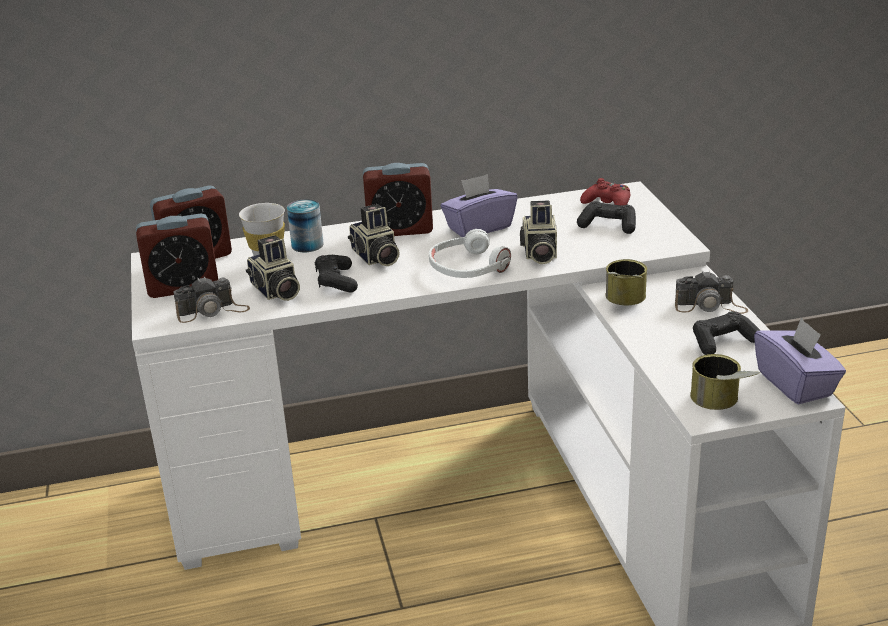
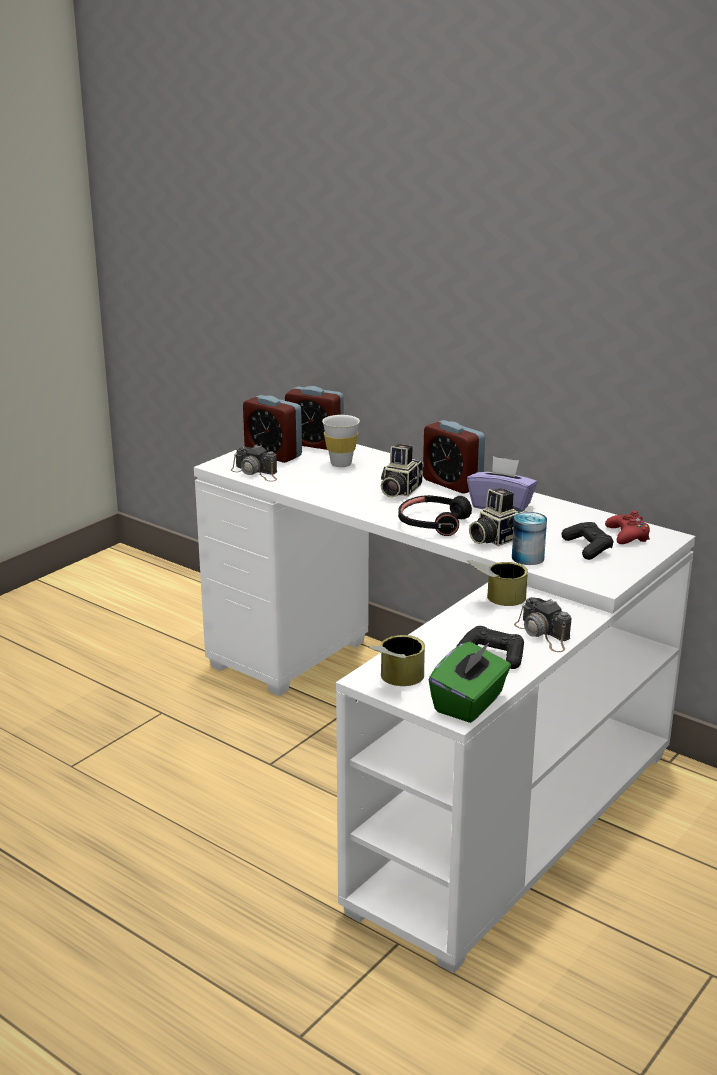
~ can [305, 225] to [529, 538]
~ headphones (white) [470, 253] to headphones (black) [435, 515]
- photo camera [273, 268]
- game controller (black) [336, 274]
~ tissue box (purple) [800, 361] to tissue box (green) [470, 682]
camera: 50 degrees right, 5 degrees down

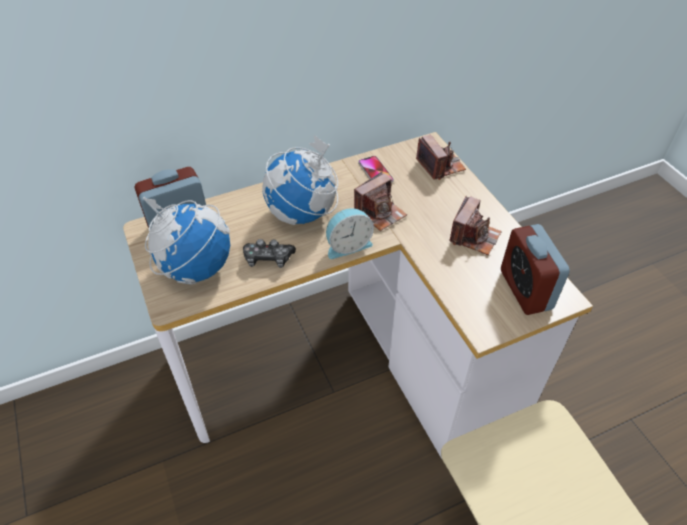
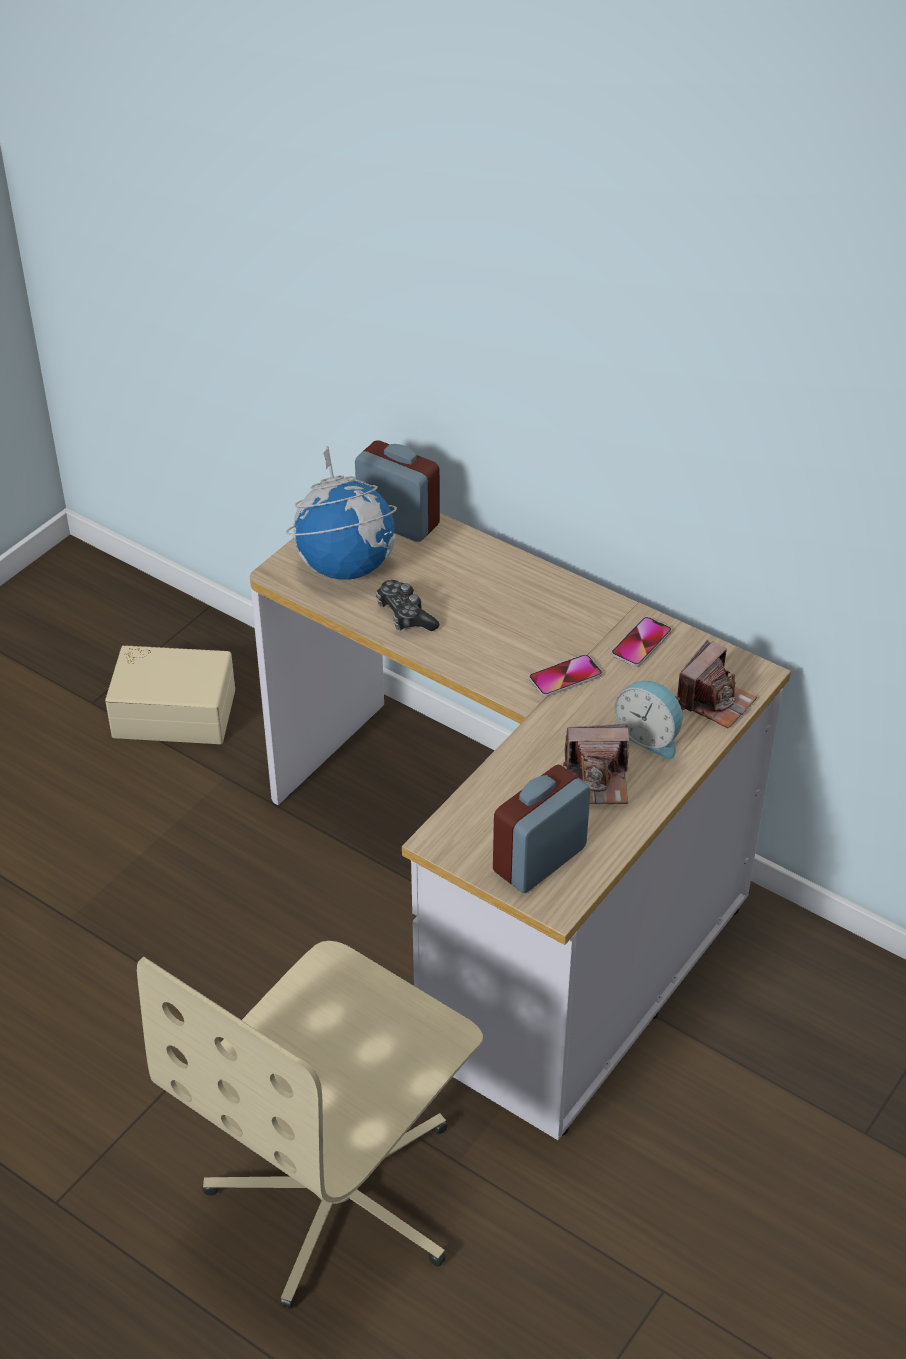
- globe [300, 180]
~ photo camera [380, 201] to phone [565, 675]
~ alarm clock [350, 233] to [648, 720]
+ storage box (beige) [170, 694]
camera: 60 degrees right, 5 degrees down

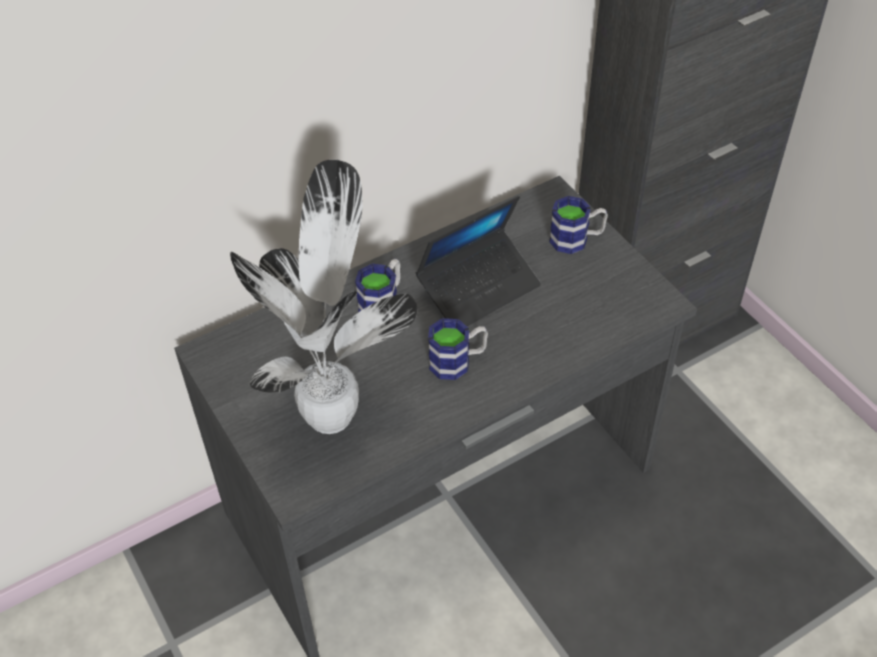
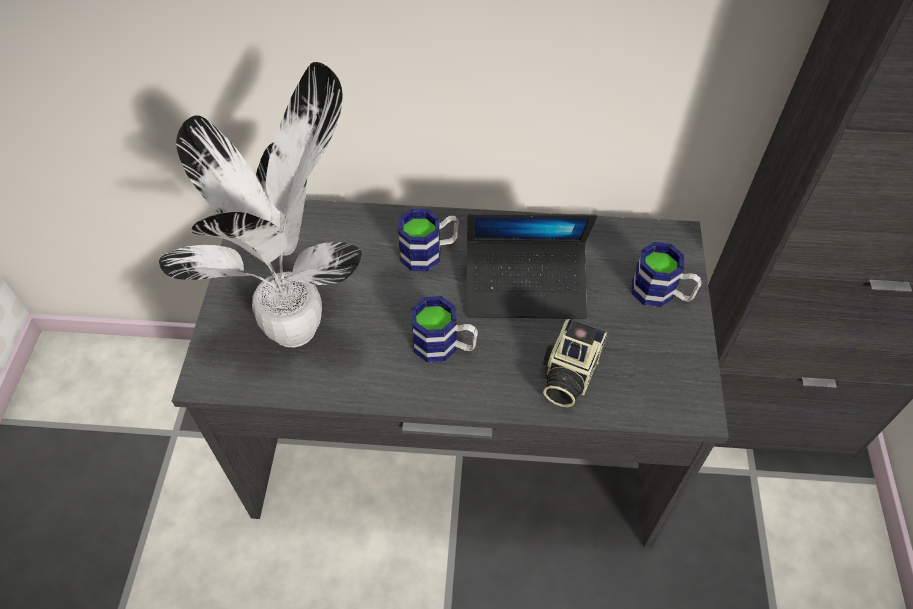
+ photo camera [574, 363]
camera: 35 degrees right, 5 degrees up

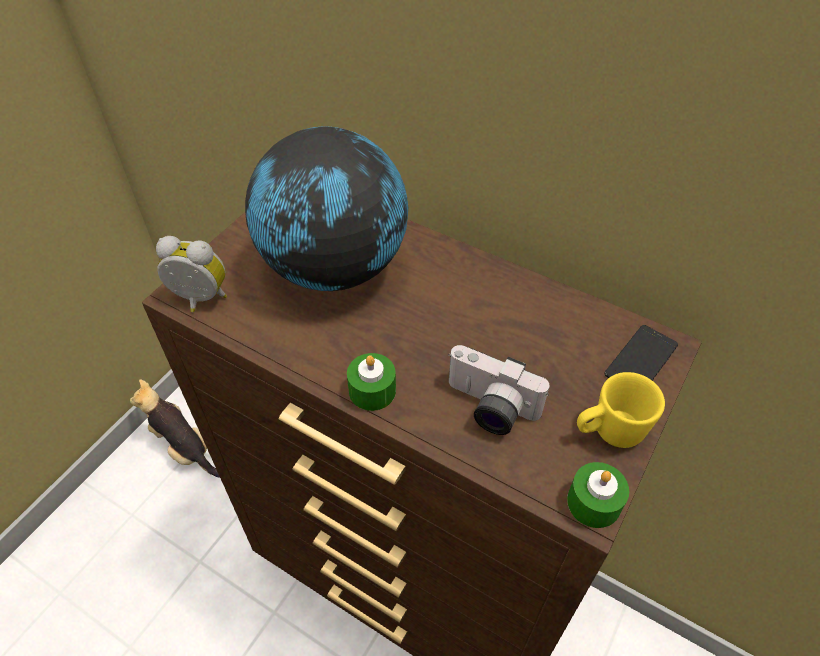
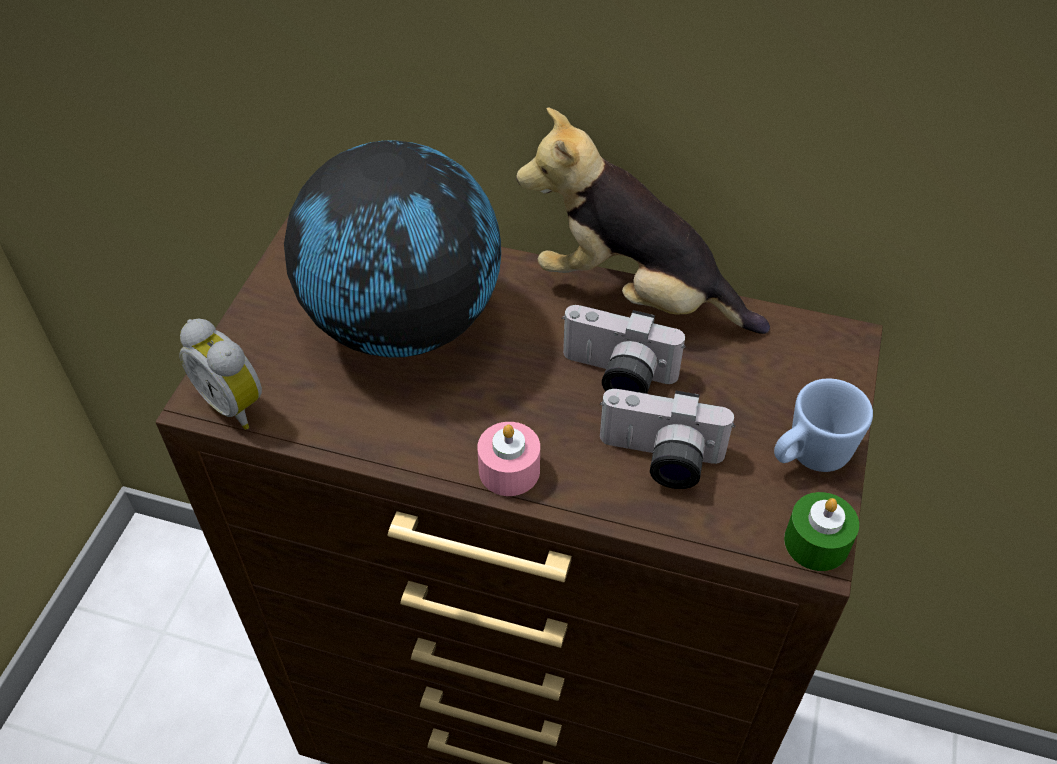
~ alarm clock [191, 274] = [220, 374] 135 degrees counterclockwise
- phone [641, 352]
~ candle (green) [371, 382] to candle (pink) [508, 459]
~ mug (yellow) [621, 410] to mug (blue) [823, 425]
~ plush toy [175, 428] to [643, 220]
+ photo camera [624, 349]
camera: 15 degrees left, 0 degrees up

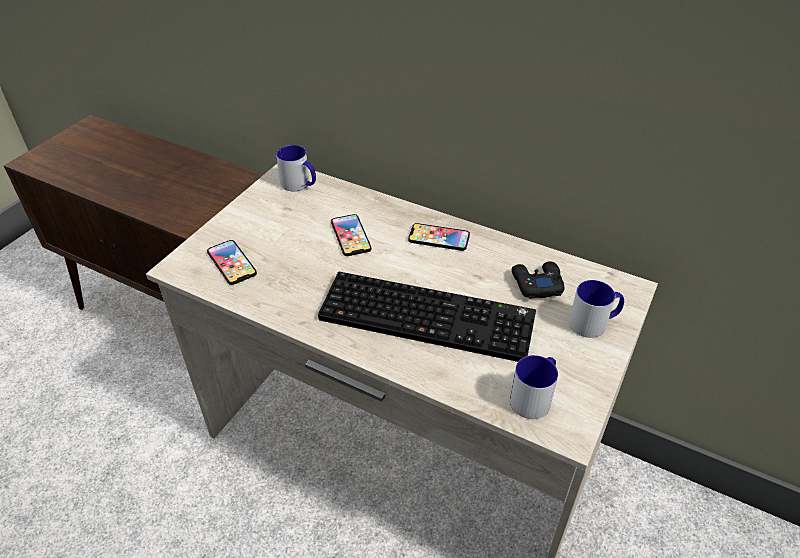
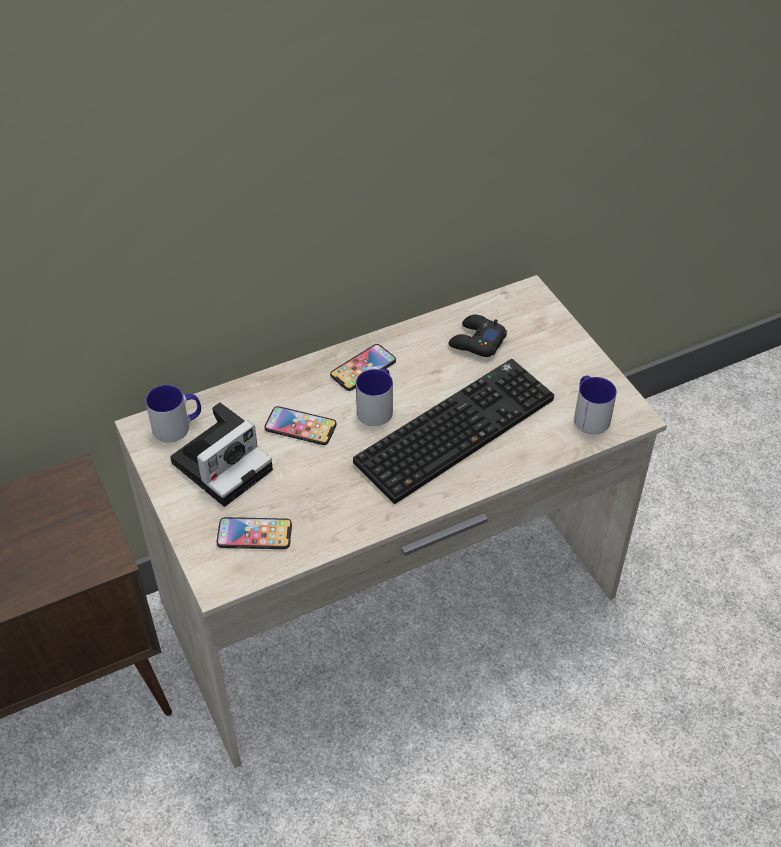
~ mug [596, 309] to [374, 397]
+ photo camera [221, 454]
camera: 55 degrees left, 5 degrees up

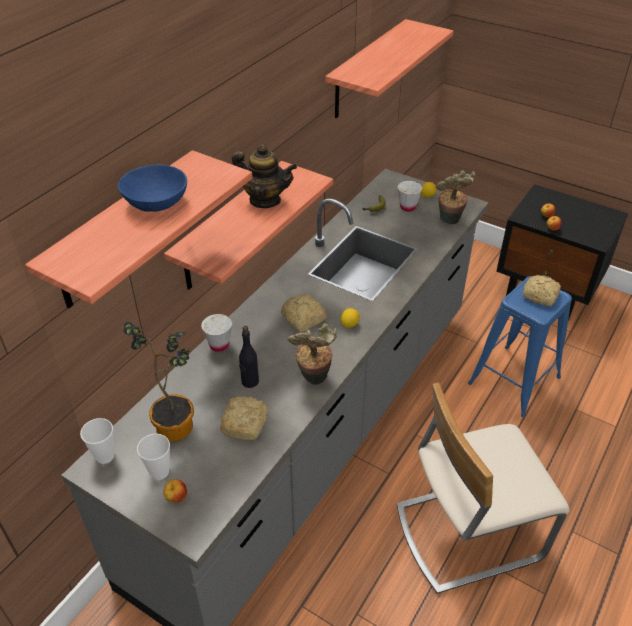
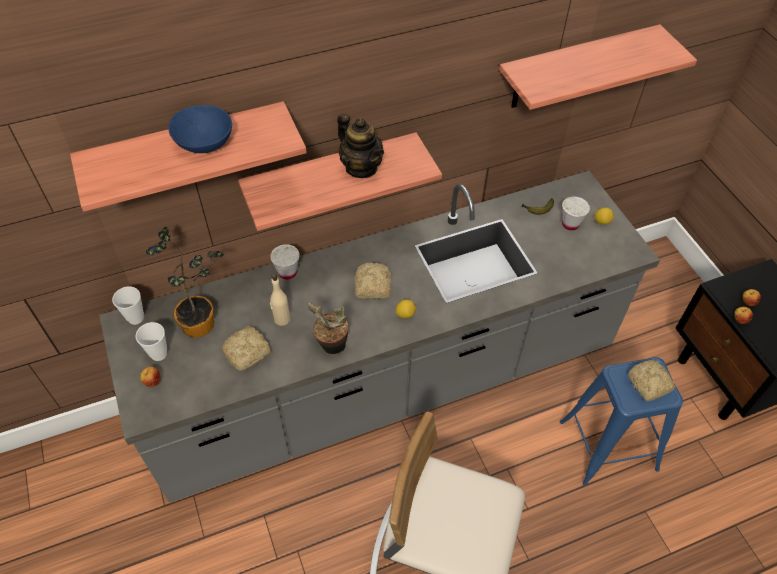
- potted plant [455, 197]
~ bottle (black) [249, 357] to bottle (beige) [280, 300]
camera: 35 degrees right, 10 degrees up

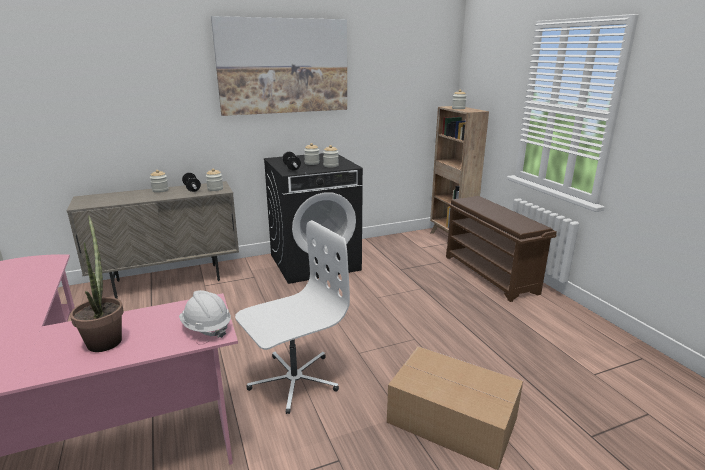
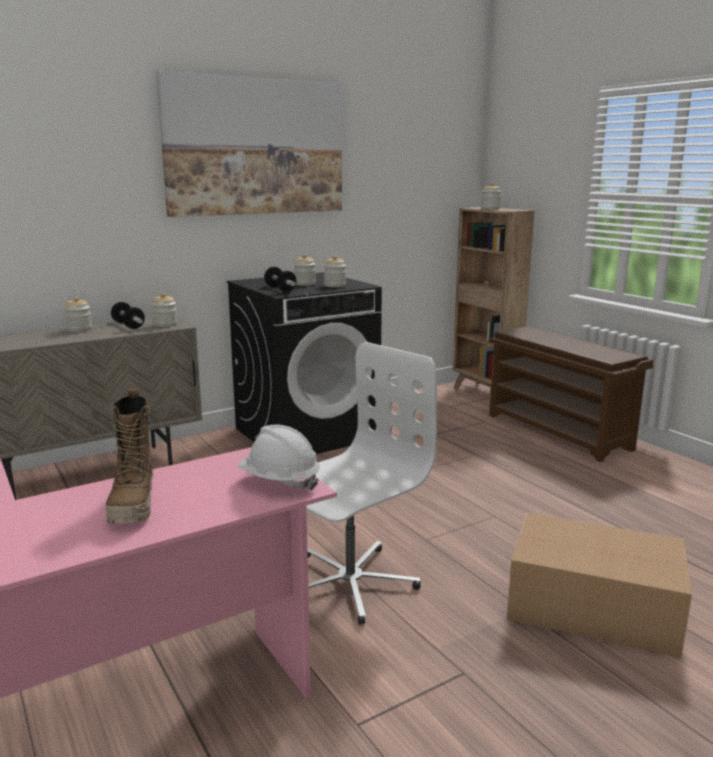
~ potted plant [97, 283] to boot [130, 456]
camera: 10 degrees left, 5 degrees down

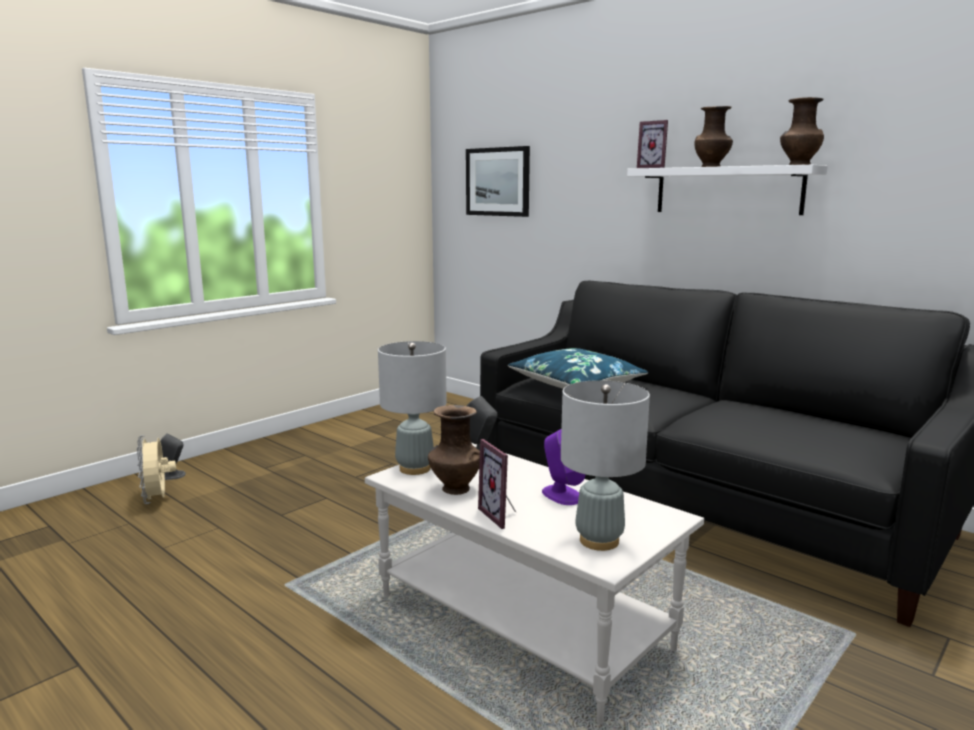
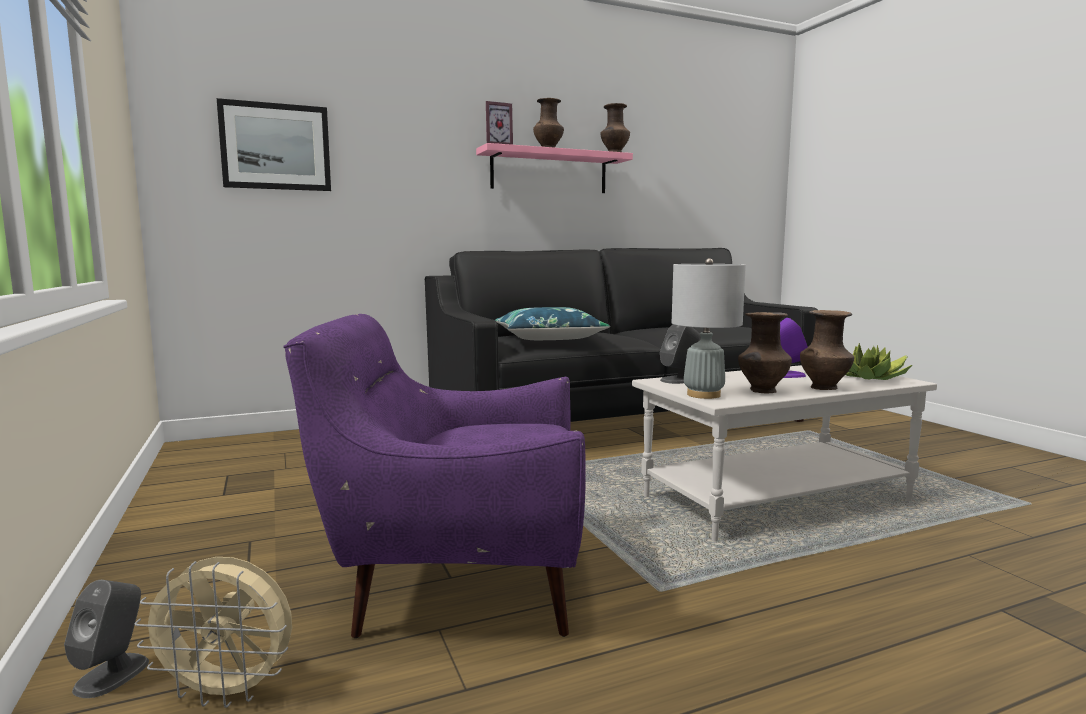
~ shelf (white) [727, 190] to shelf (pink) [554, 168]
~ table lamp (grey) [605, 465] to potted plant [879, 361]
~ picture frame [497, 484] to vase (brown) [827, 350]
+ armchair (purple) [434, 476]
camera: 65 degrees left, 5 degrees down

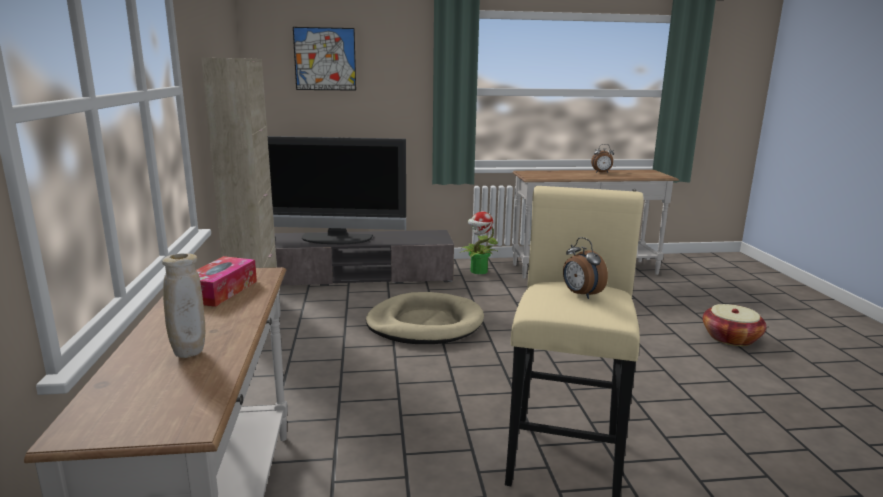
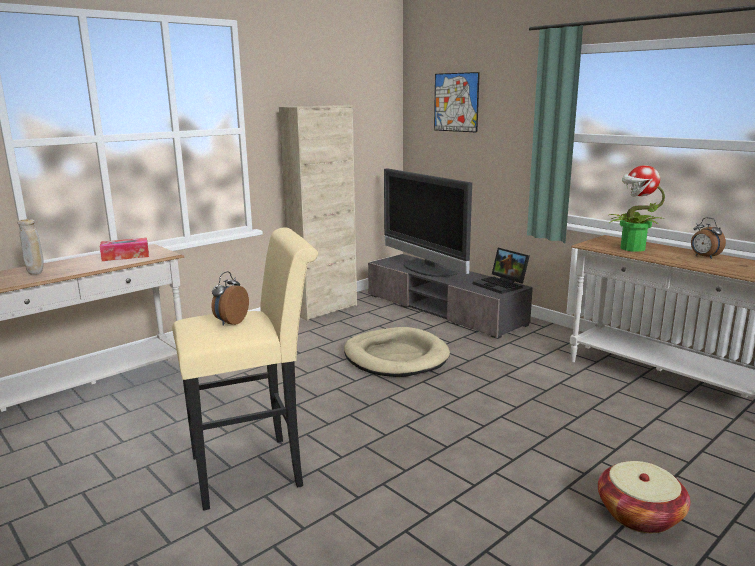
~ potted plant [479, 242] to [637, 208]
+ laptop [501, 271]
camera: 55 degrees right, 0 degrees up

